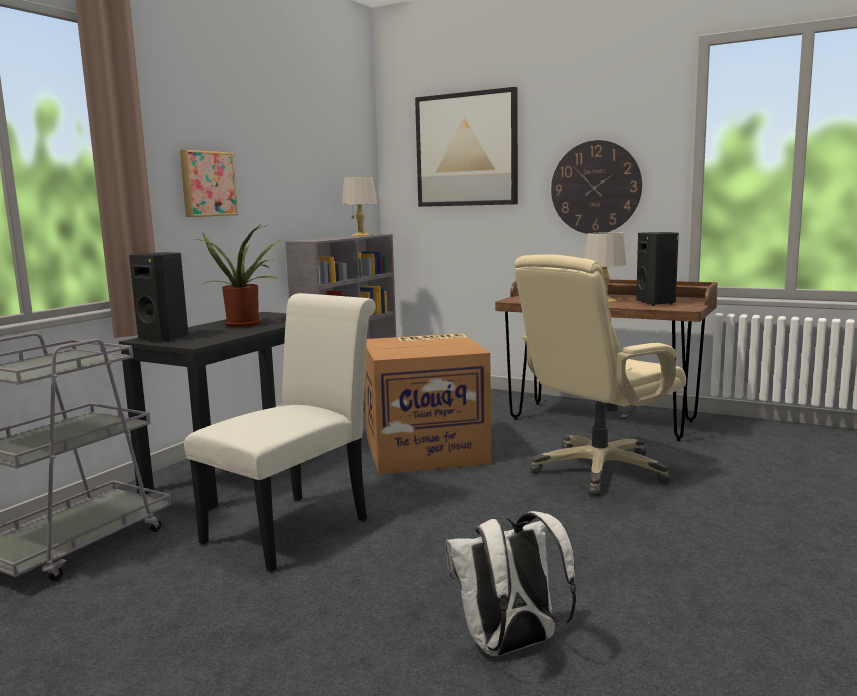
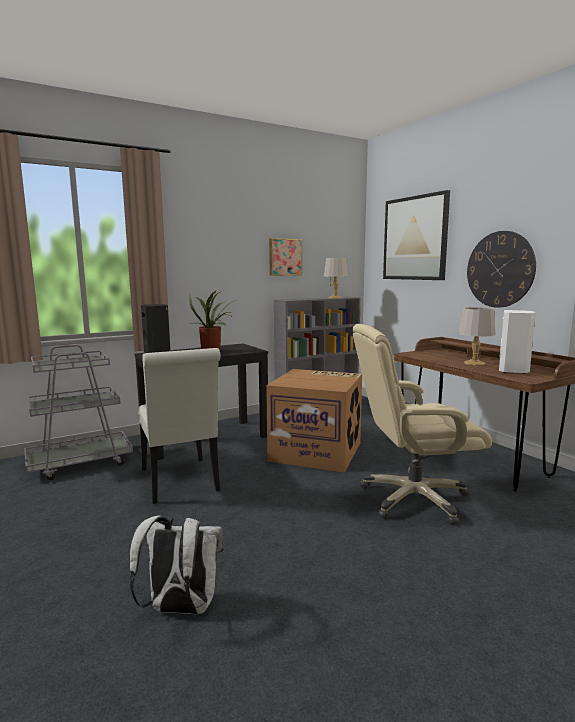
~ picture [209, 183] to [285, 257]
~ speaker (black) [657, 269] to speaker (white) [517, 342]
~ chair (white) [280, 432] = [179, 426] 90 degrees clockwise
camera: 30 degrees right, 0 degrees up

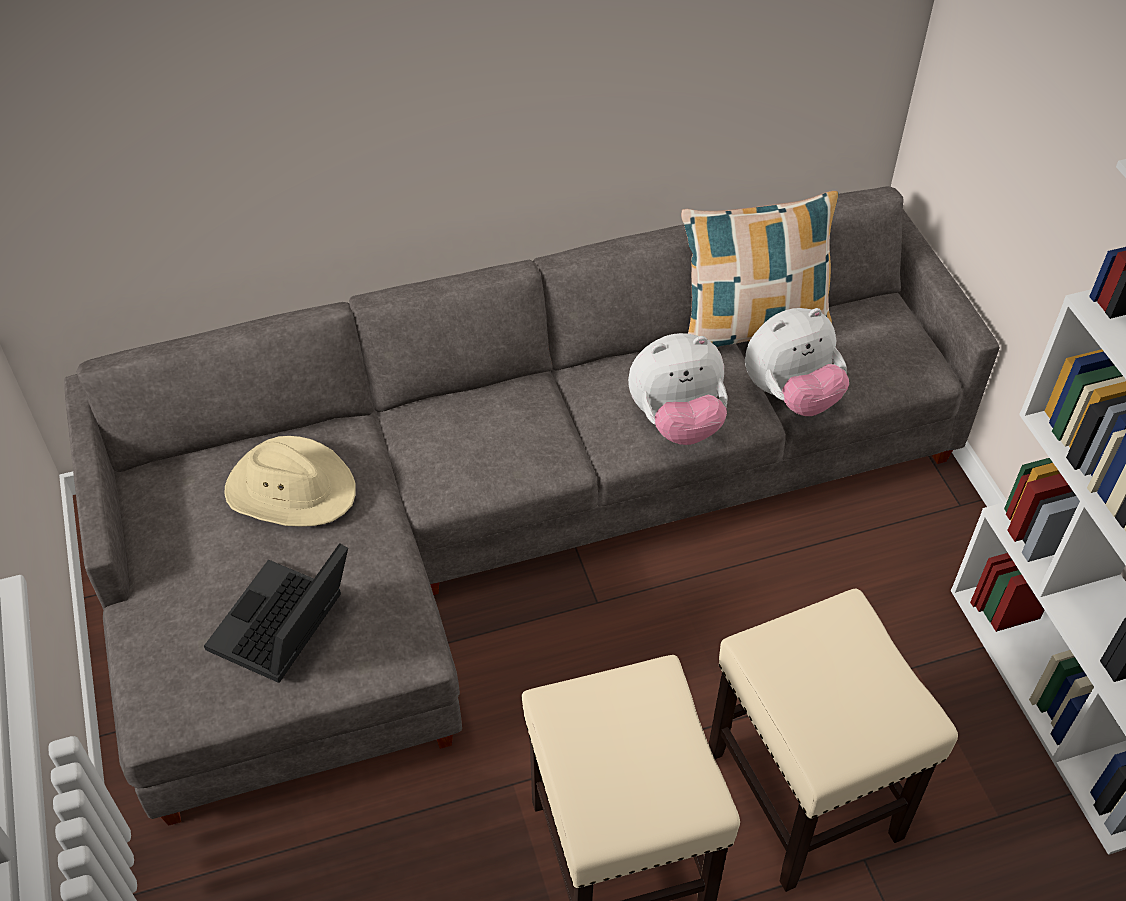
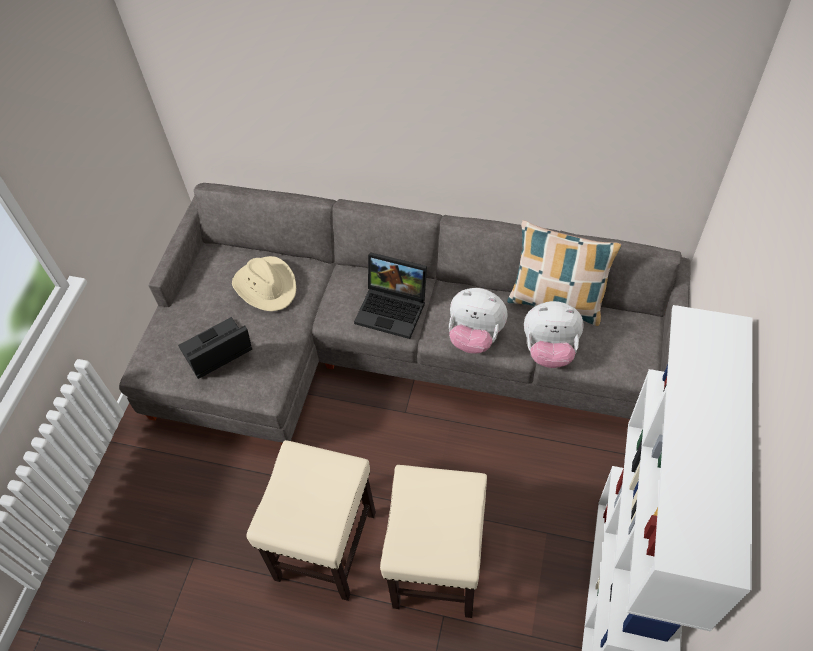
+ laptop [390, 295]
camera: 35 degrees right, 5 degrees up

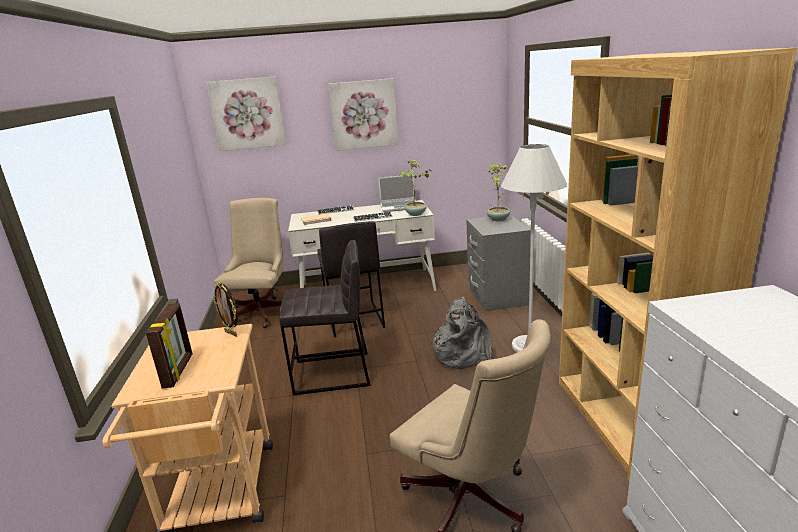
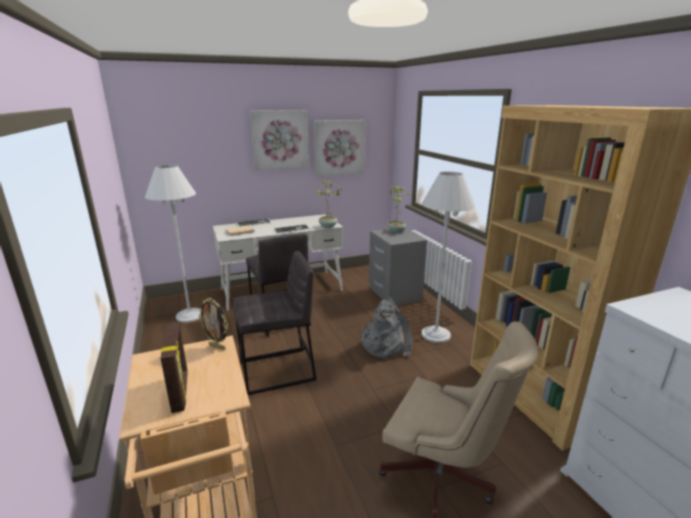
~ picture [246, 113] to [339, 148]
- laptop [397, 193]
~ office chair (beige) [249, 263] to floor lamp (white) [173, 244]
camera: 15 degrees left, 0 degrees up

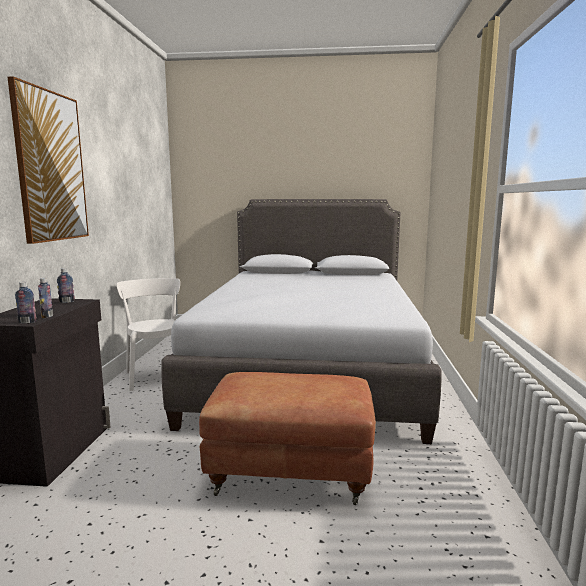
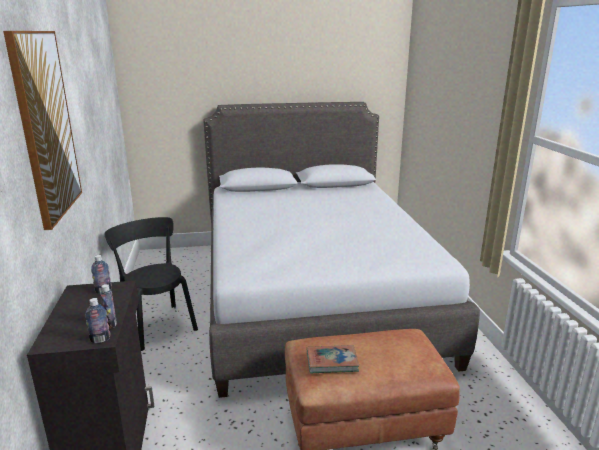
~ chair (white) [148, 334] to chair (black) [151, 284]
+ book [333, 359]
camera: 15 degrees left, 10 degrees up

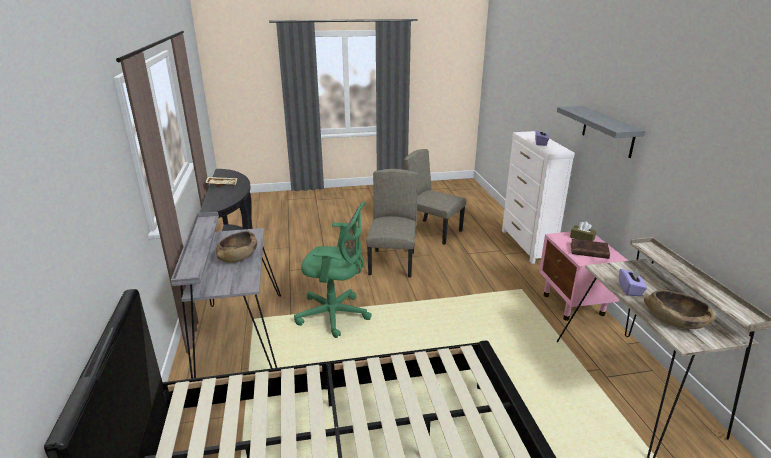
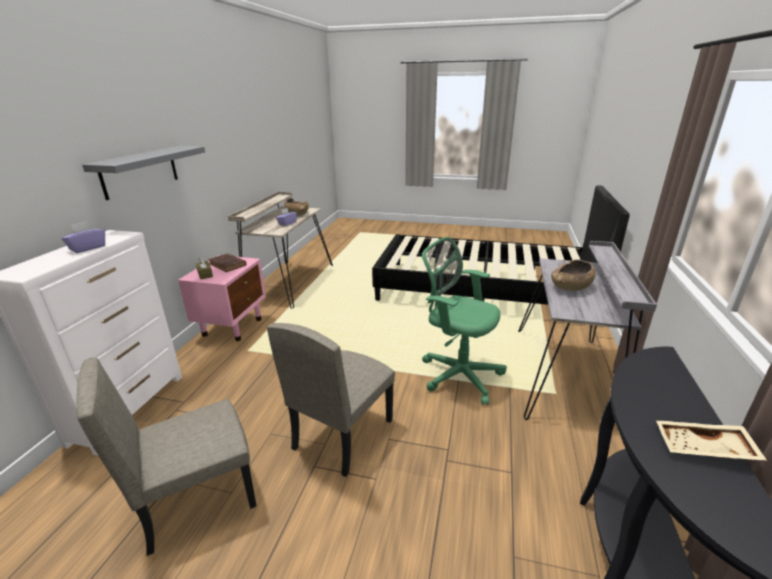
~ chair (beige) [435, 197] = [166, 456] 90 degrees clockwise
camera: 155 degrees left, 0 degrees up

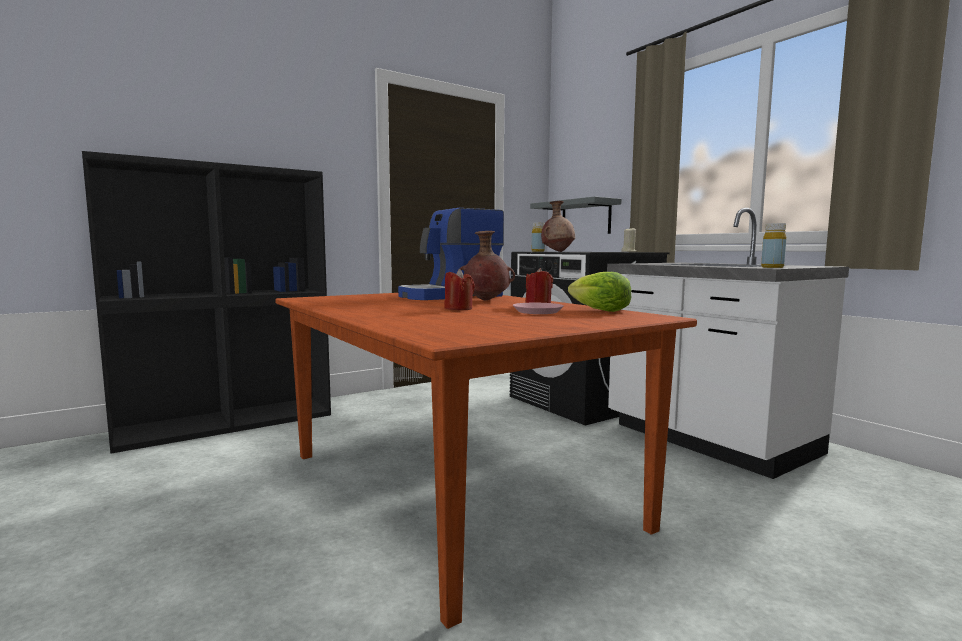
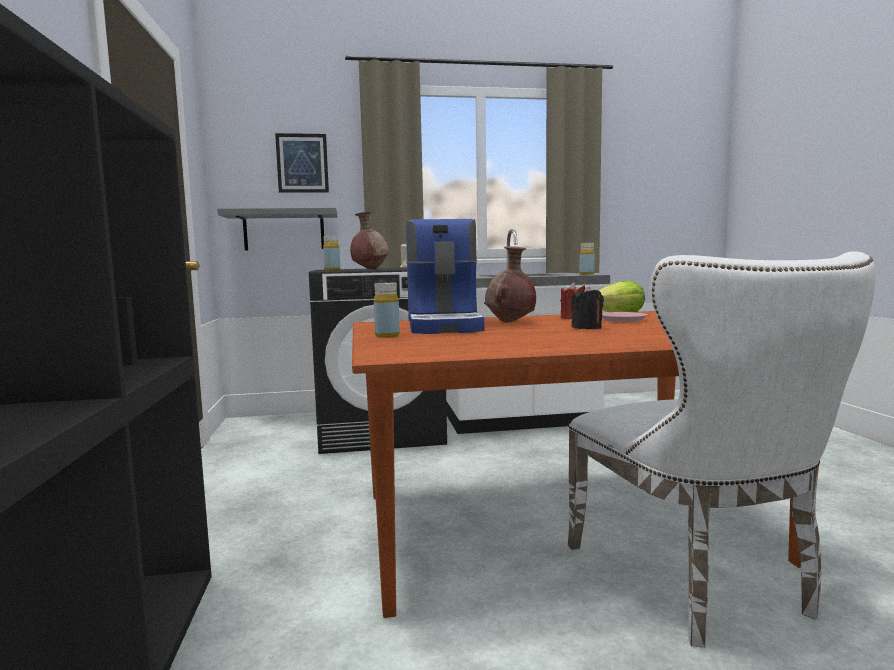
~ candle (red) [459, 289] to candle (black) [588, 307]
+ picture [302, 163]
+ chair (white) [722, 449]
+ bottle (yellow) [387, 310]
camera: 65 degrees left, 0 degrees up

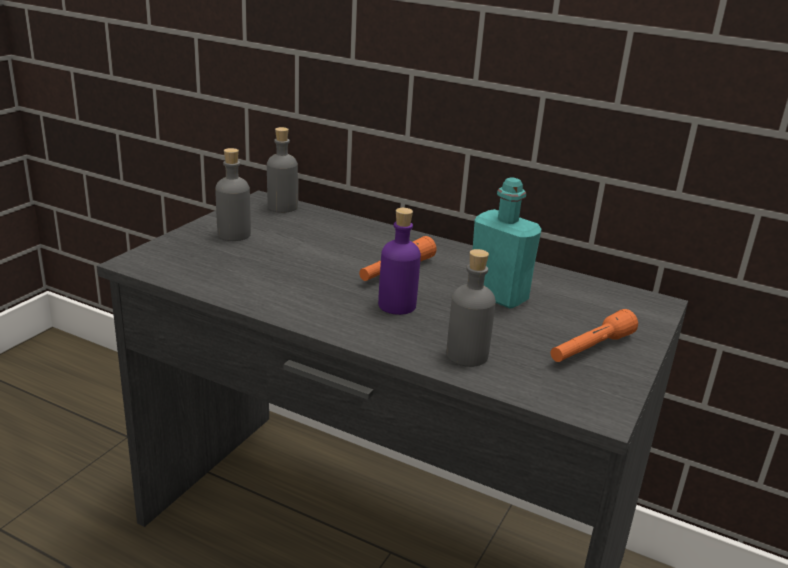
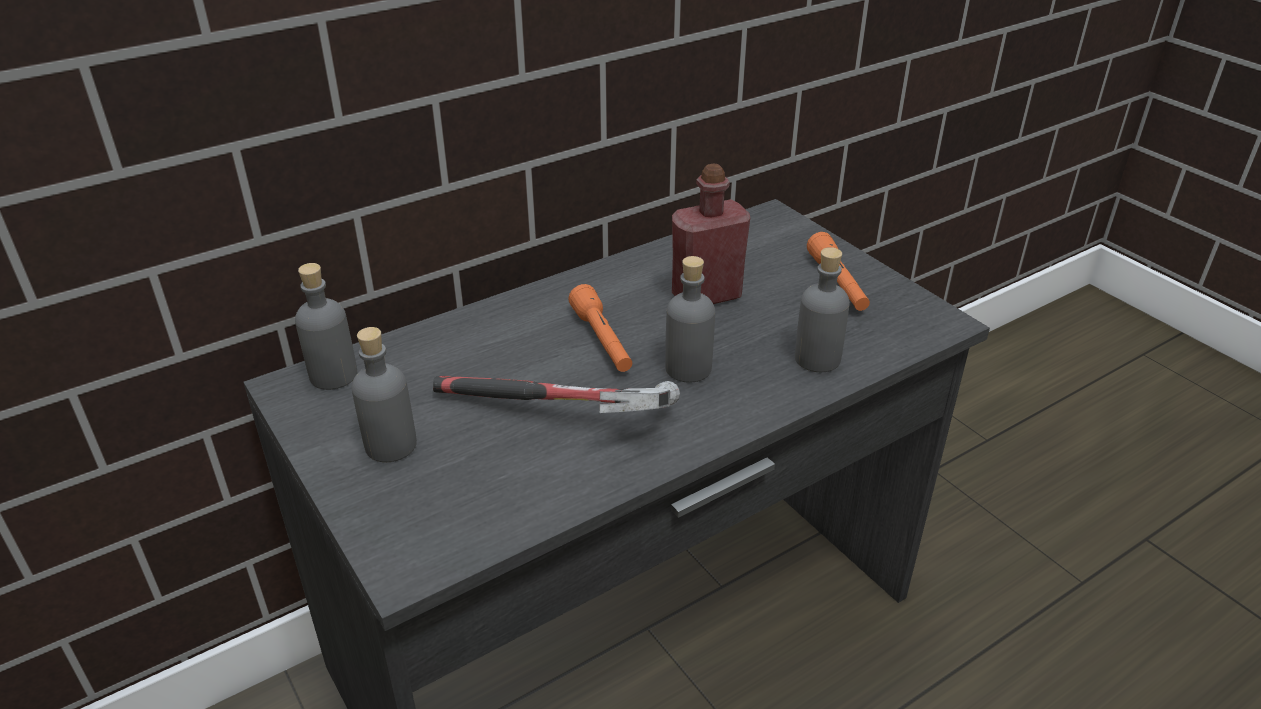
~ bottle (turquoise) [507, 243] to bottle (red) [711, 234]
~ bottle (purple) [399, 261] to bottle (grey) [690, 319]
+ hammer [556, 394]
camera: 60 degrees left, 10 degrees up

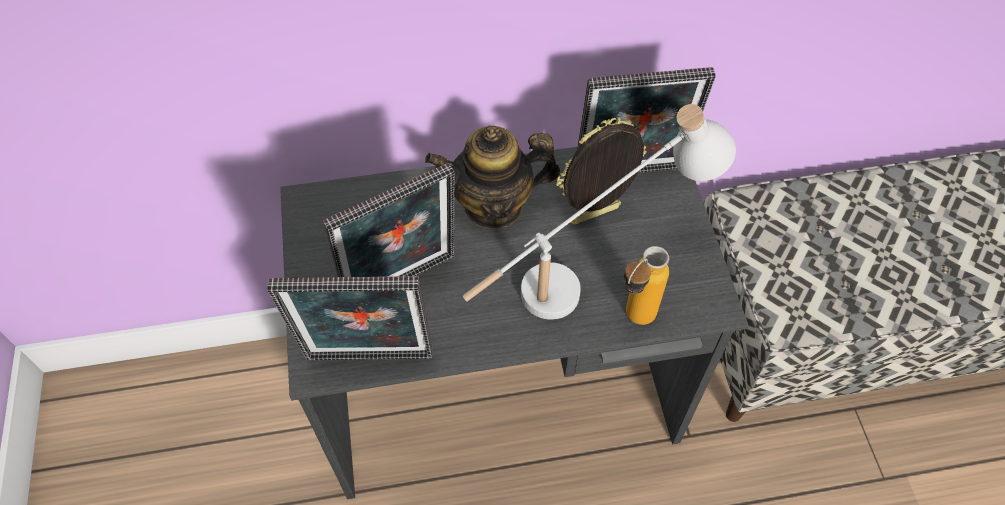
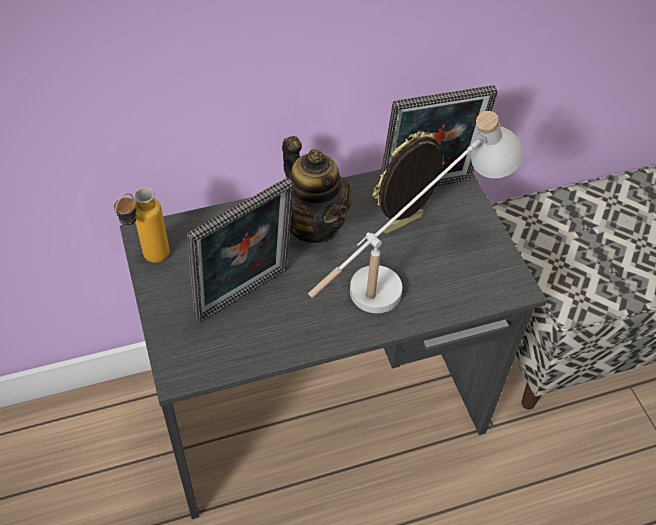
~ teapot [492, 177] = [316, 189] 105 degrees counterclockwise
~ bottle [646, 285] to [141, 225]
- picture frame [349, 318]
camera: 10 degrees left, 5 degrees down

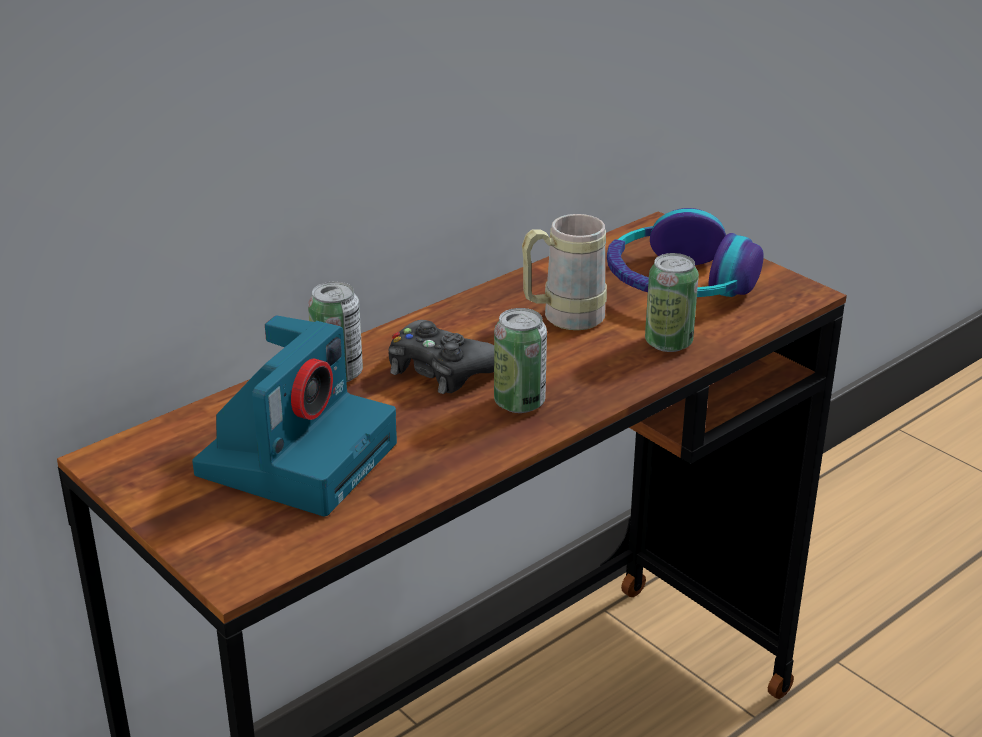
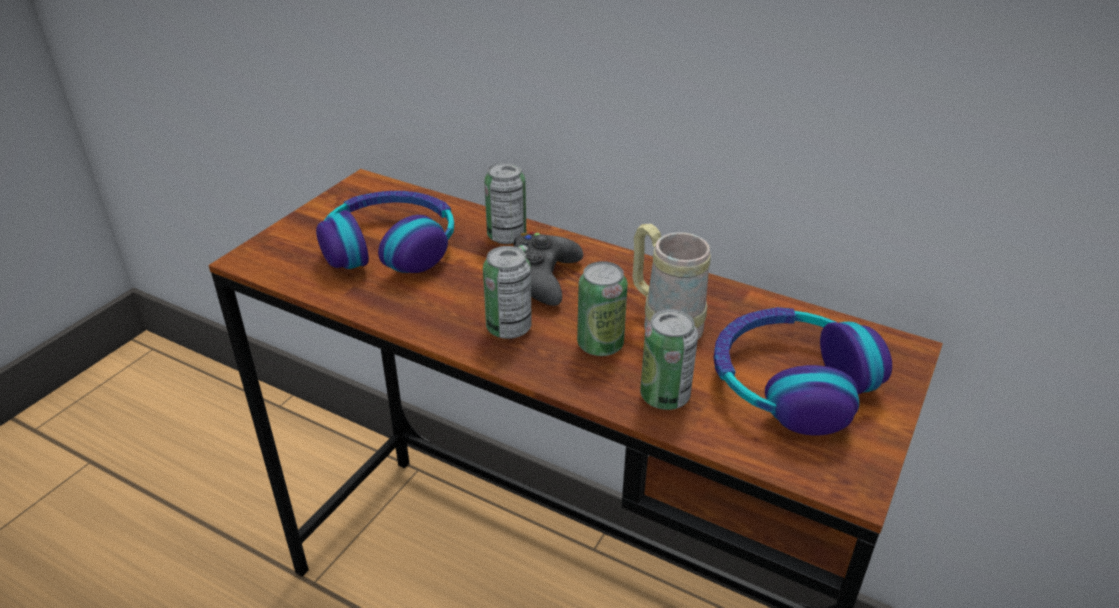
~ photo camera [294, 415] to headphones [385, 232]
+ can [602, 308]
camera: 70 degrees right, 5 degrees up

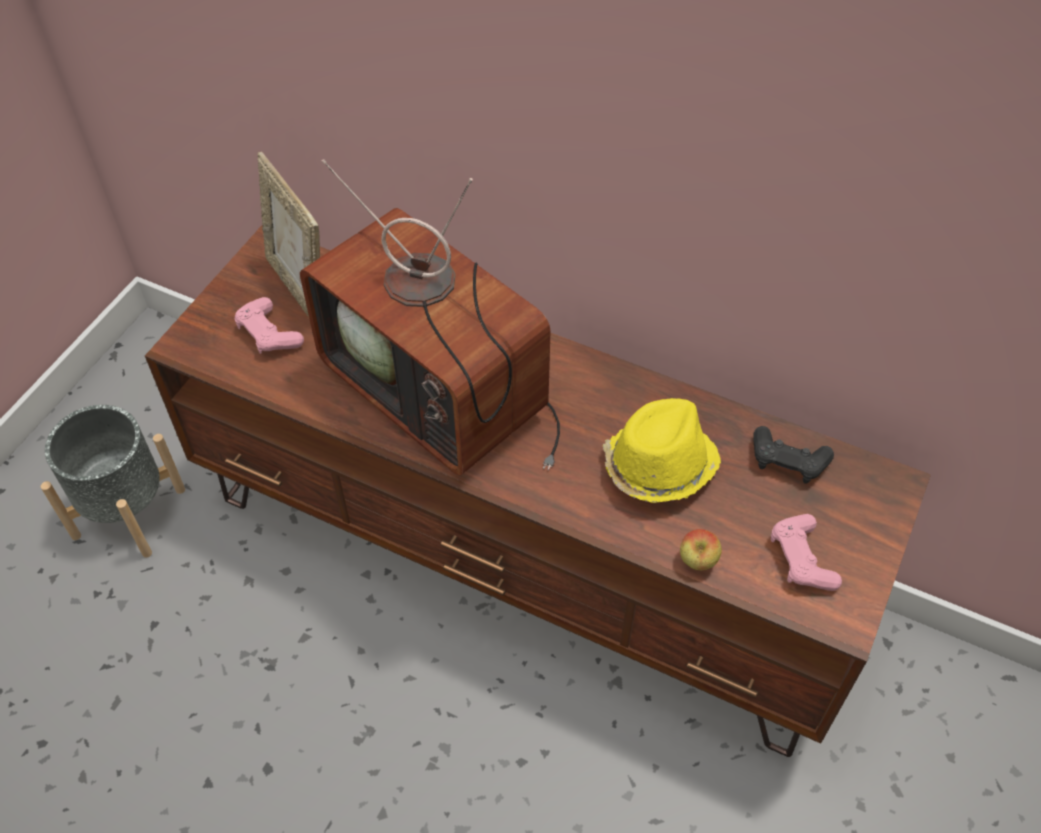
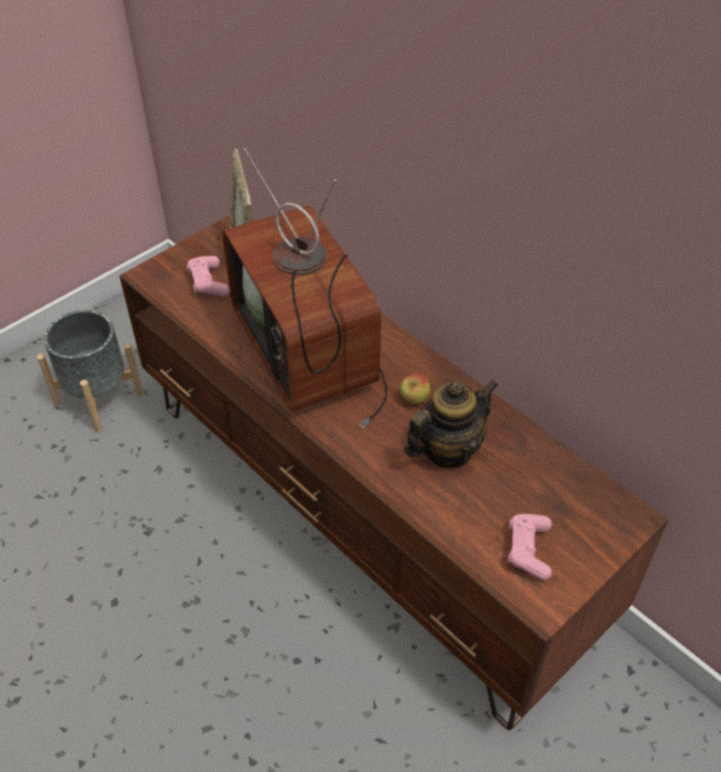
~ hat (yellow) [662, 450] to teapot [451, 424]
- game controller (black) [793, 455]
~ apple [701, 549] to [415, 389]
camera: 20 degrees right, 5 degrees down

